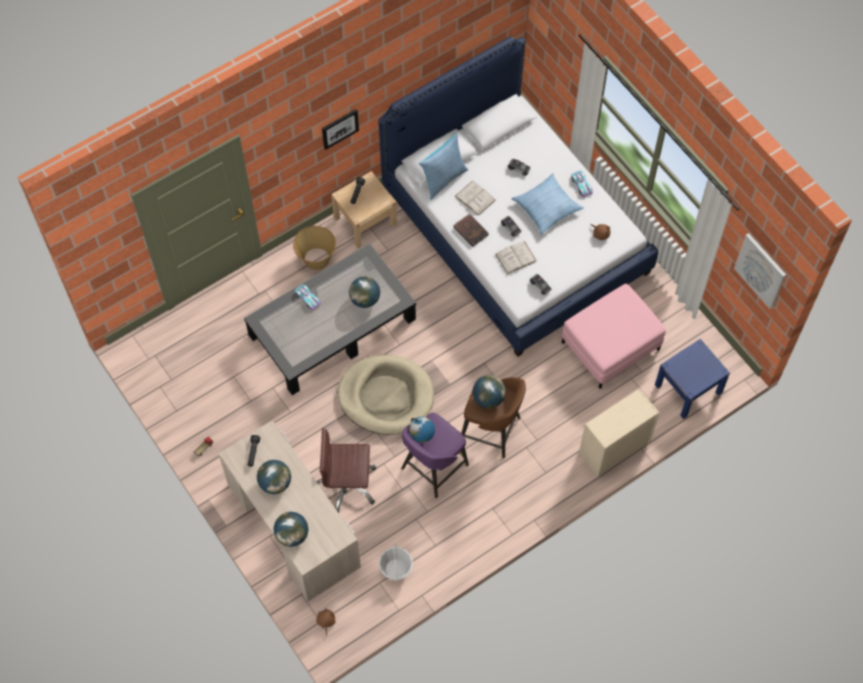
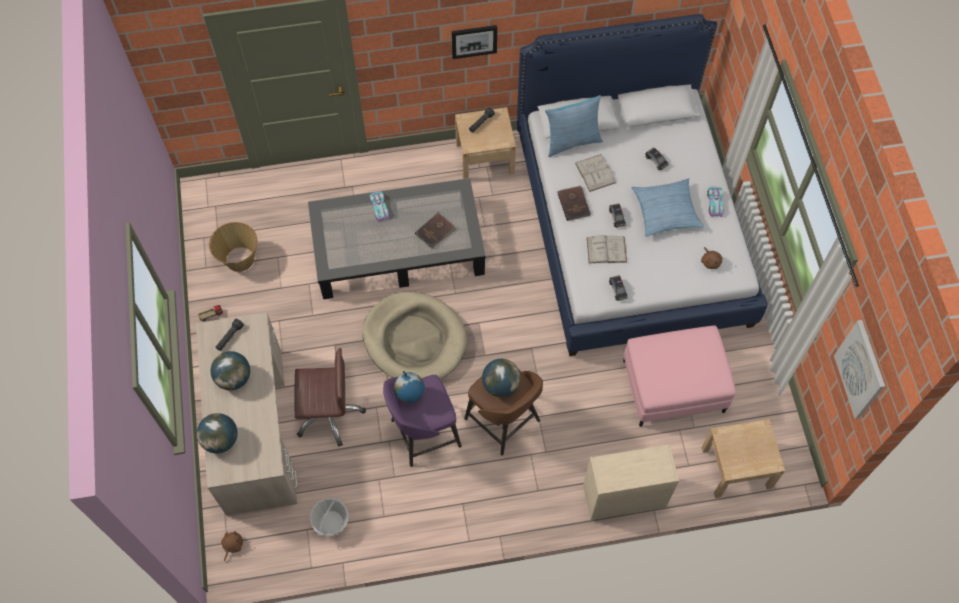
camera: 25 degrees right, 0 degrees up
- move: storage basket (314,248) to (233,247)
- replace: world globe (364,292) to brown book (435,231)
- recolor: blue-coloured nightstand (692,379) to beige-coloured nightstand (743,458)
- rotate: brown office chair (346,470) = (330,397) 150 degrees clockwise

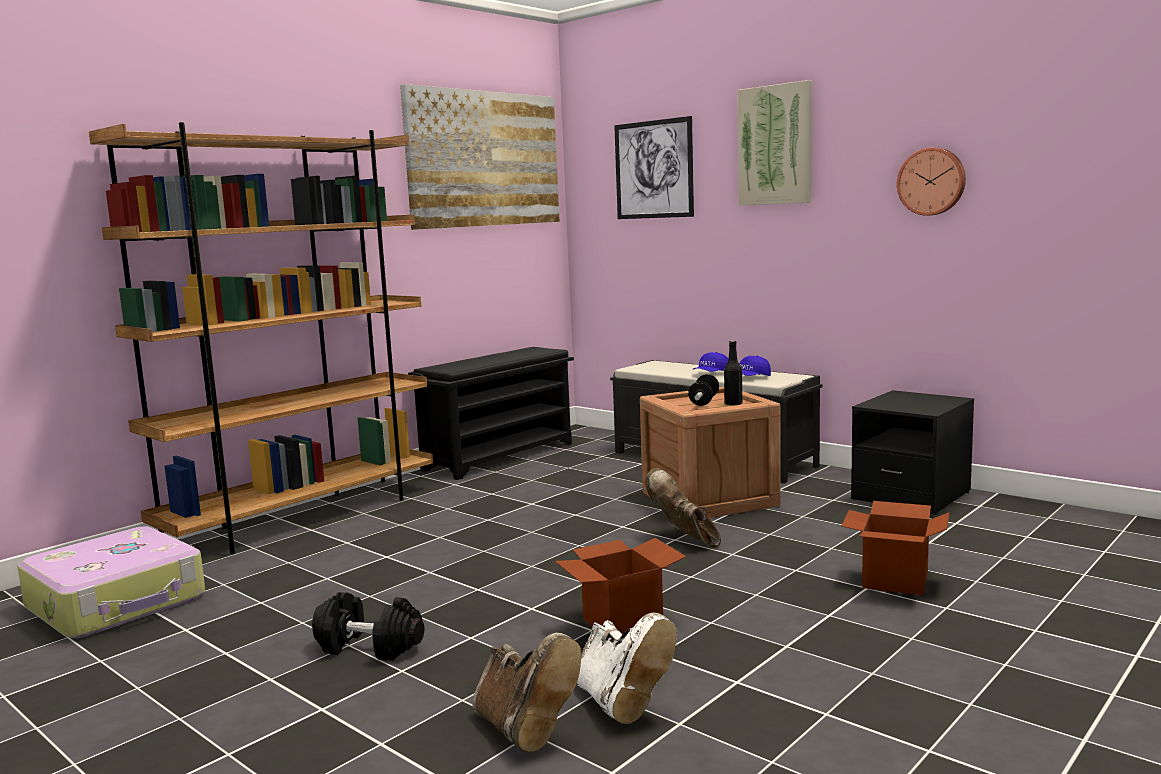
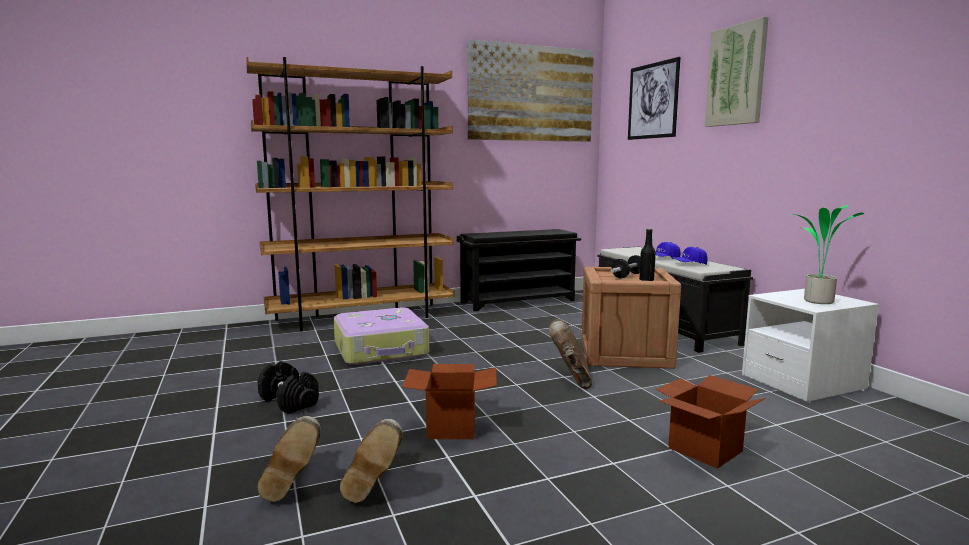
camera: 25 degrees right, 0 degrees up
- delete: hanging clock (931,182)
- insert: potted plant (826,254)
- move: travel case (111,582) to (381,336)
- recolor: white-coloured tall boot (626,668) to brown tall boot (371,460)
- recolor: blackish nightstand (912,452) to white-coloured nightstand (810,346)

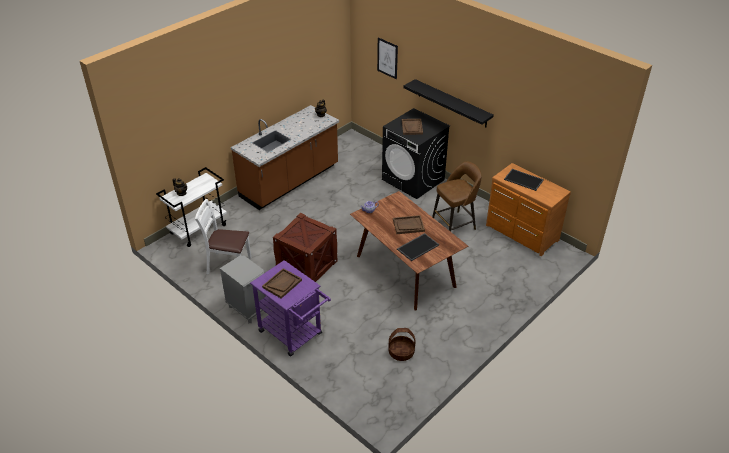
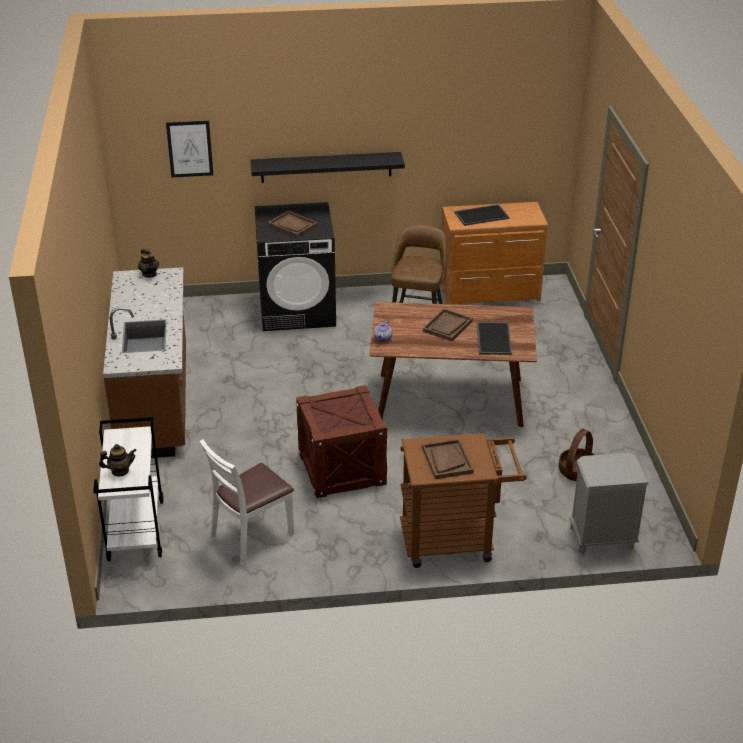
camera: 50 degrees left, 5 degrees down
- move: gray nightstand (242,289) to (609,503)
- recolor: purple trolley (290,308) to brown trolley (463,500)

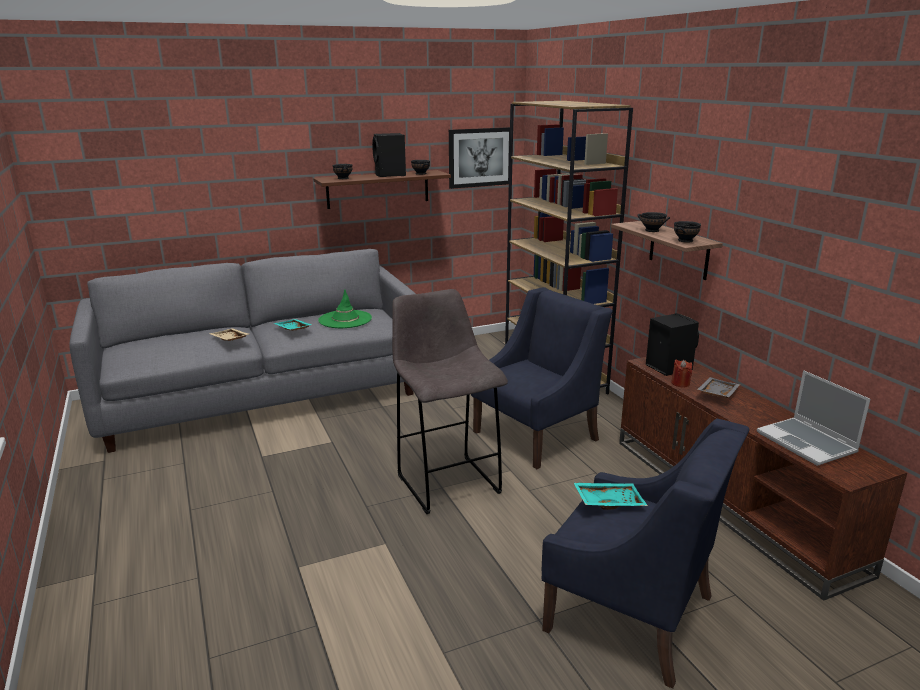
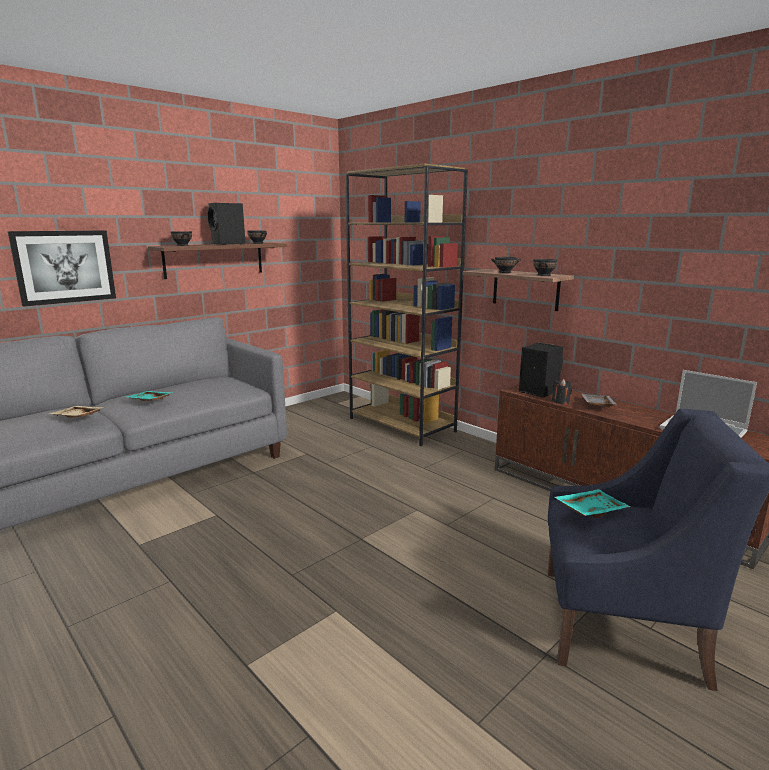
camera: 20 degrees left, 5 degrees down
- delete: greenish hat (345,308)
- delete: gray stool (450,401)
- delete: blue-coloured lounge chair (542,378)
- move: wall art (479,158) to (62,268)
- recolor: red wax light (681,373) to blackish wax light (562,391)

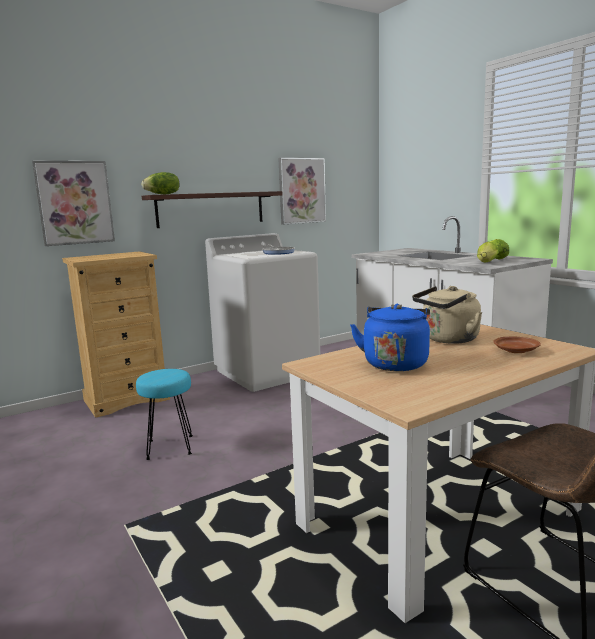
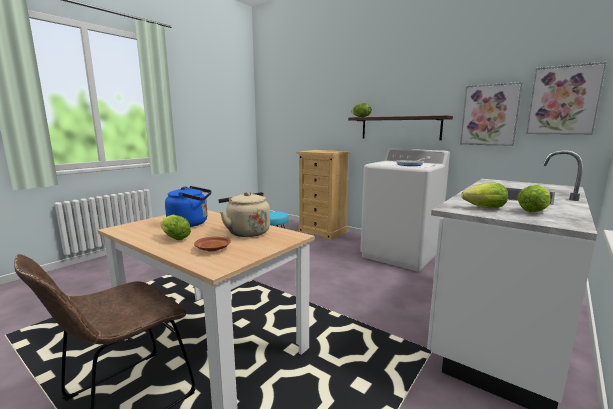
camera: 70 degrees right, 0 degrees up
- insert: lettuce (175,227)
- move: wall art (73,203) to (566,98)

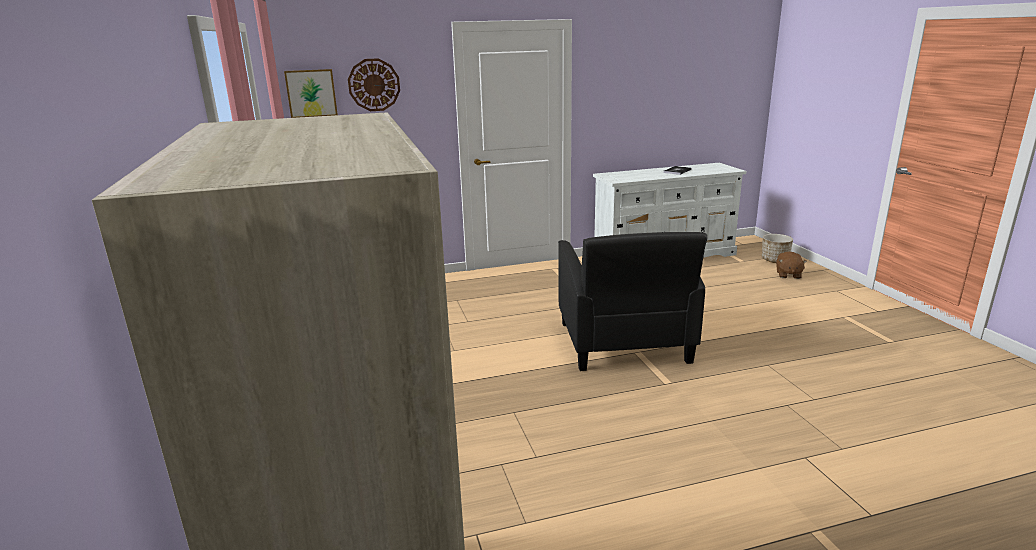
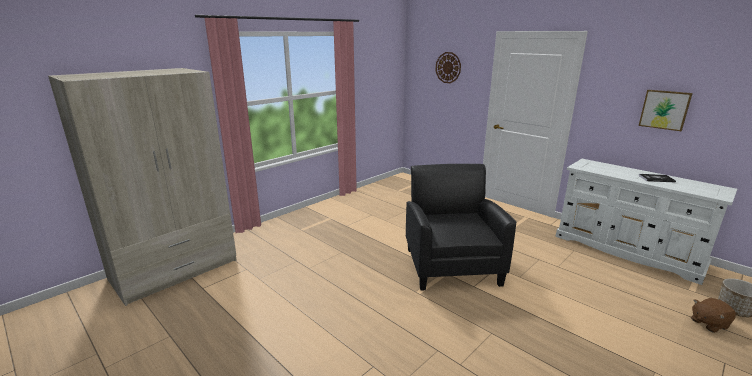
camera: 60 degrees right, 0 degrees up
- move: wall art (311,93) to (666,110)
- rotate: blackish lounge chair (632,301) = (461,227) 120 degrees clockwise

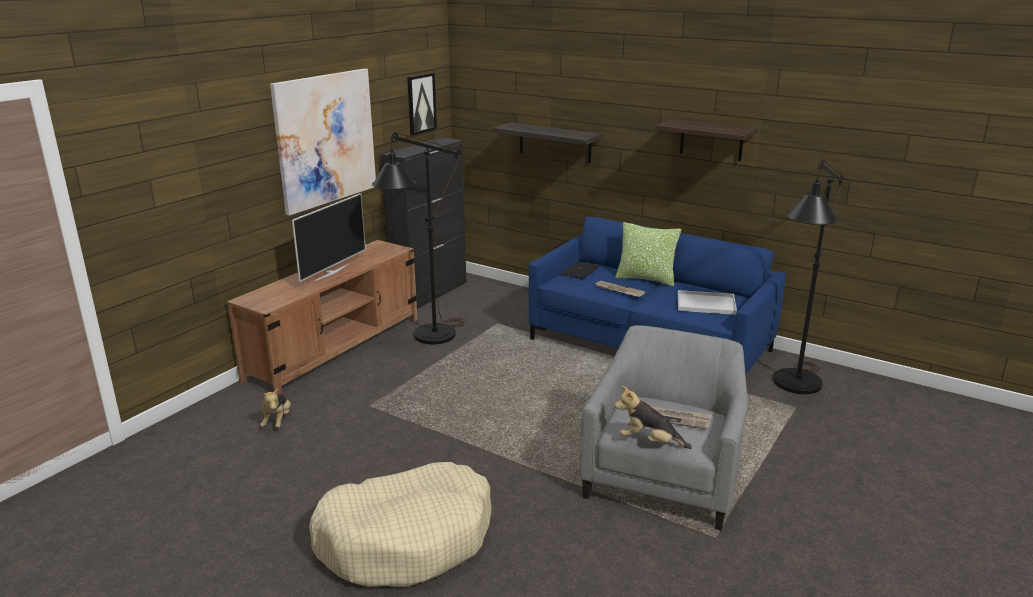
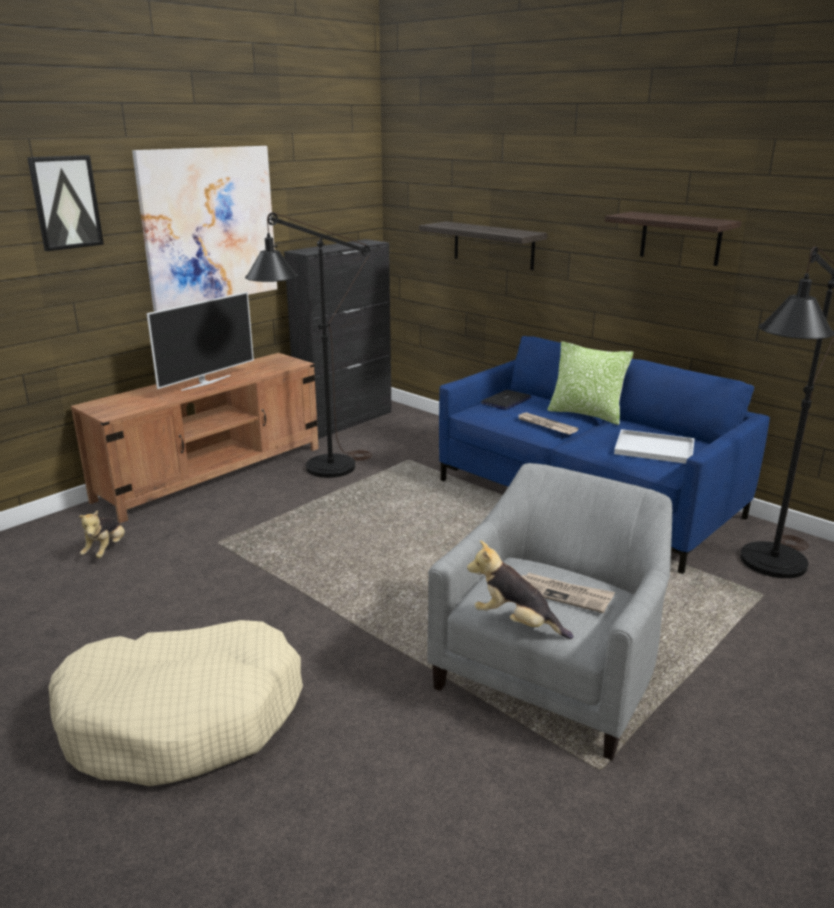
camera: 10 degrees right, 0 degrees up
- move: wall art (422,104) to (65,203)

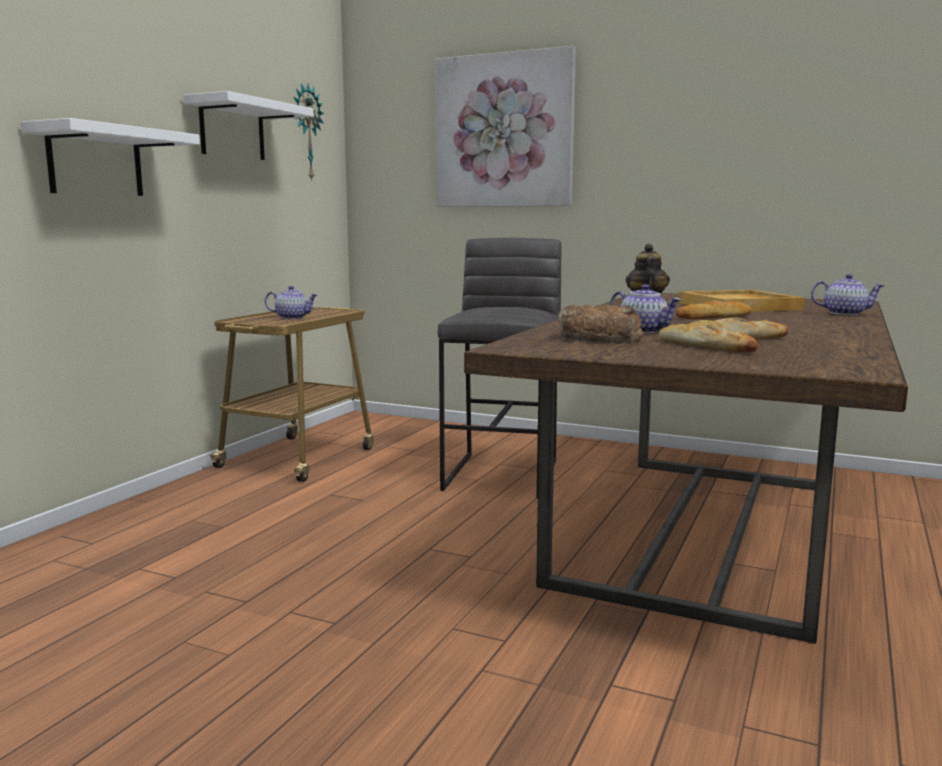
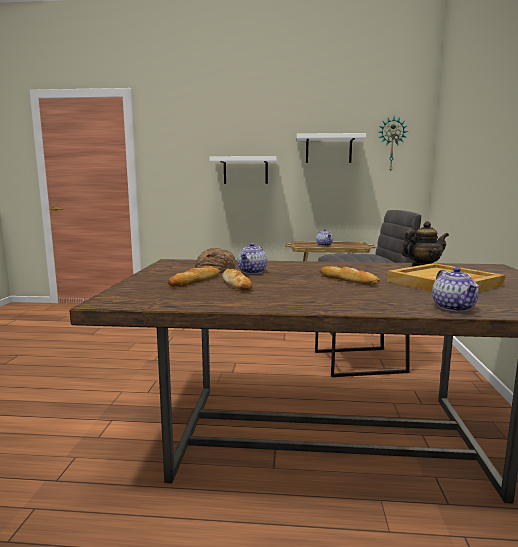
camera: 70 degrees right, 0 degrees up
- delete: wall art (505,126)

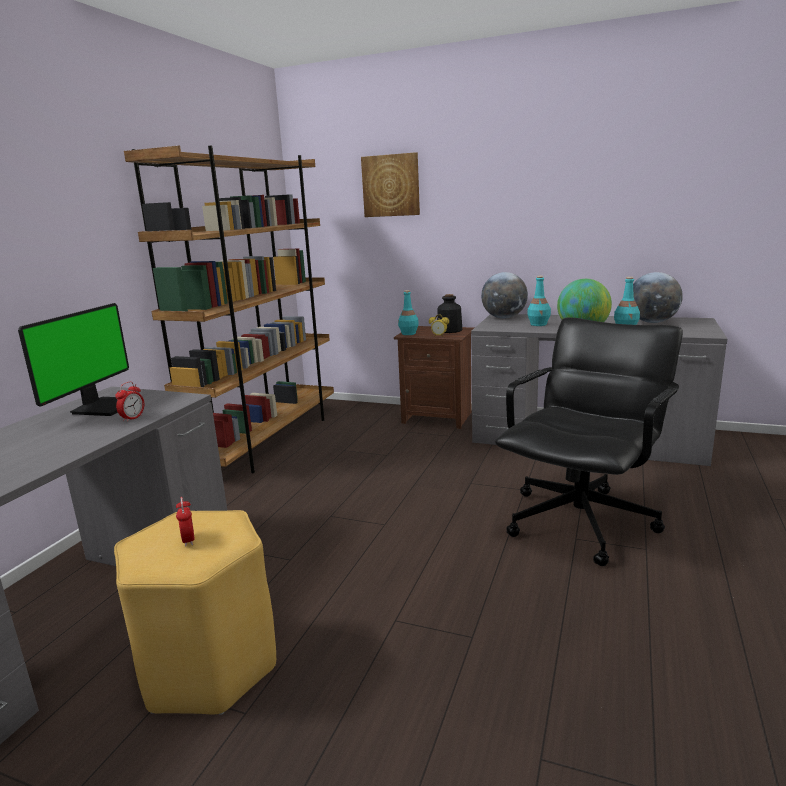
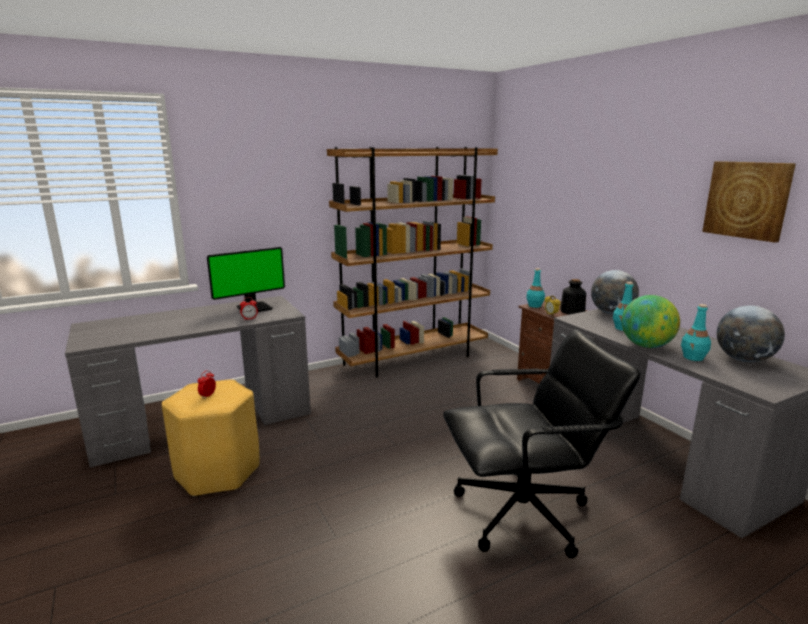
camera: 40 degrees right, 0 degrees up
- move: wall art (390,184) to (749,202)

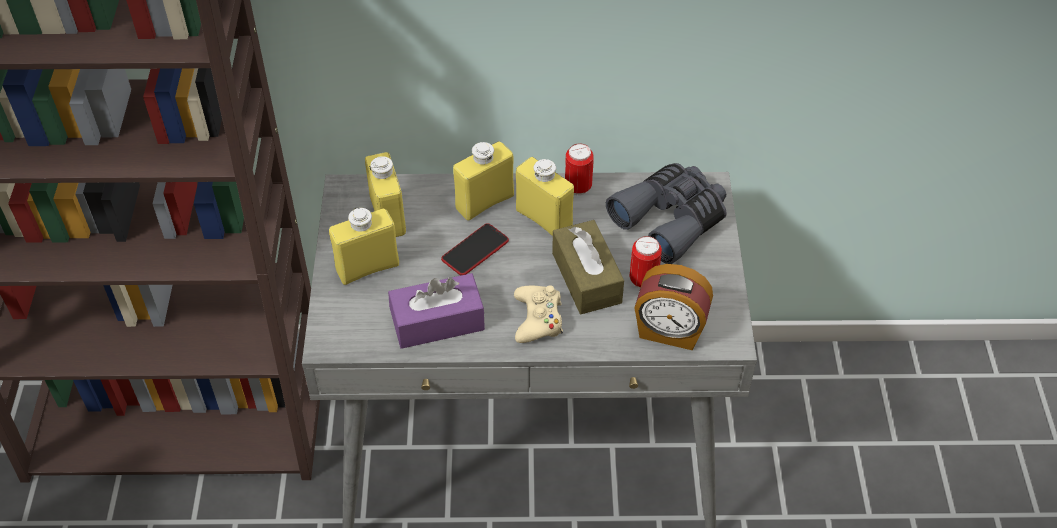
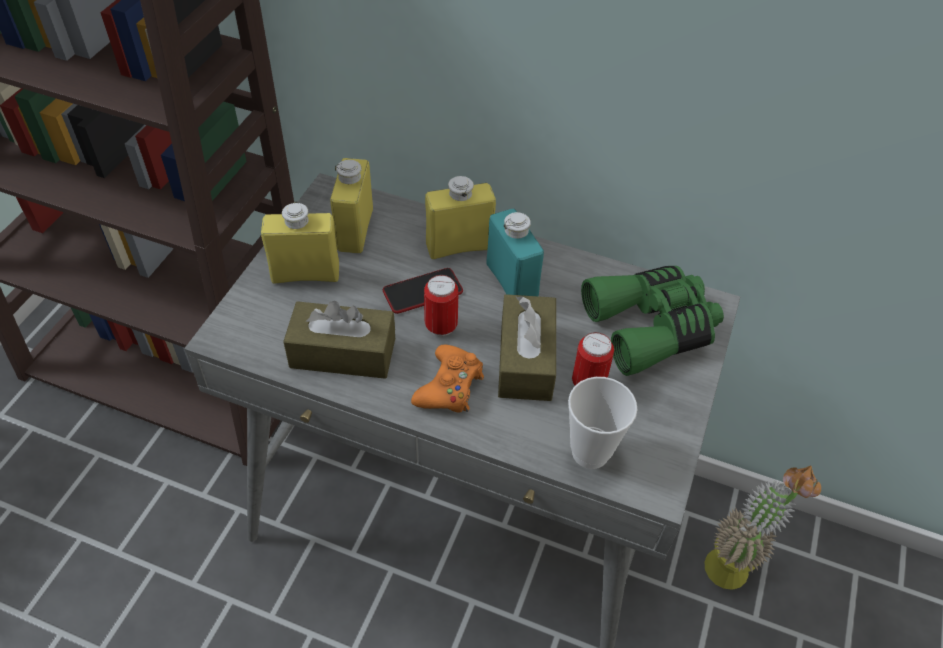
camera: 20 degrees right, 0 degrees up
- insert: potted plant (762,527)
- move: metal can (579,169) to (441,305)
- replace: bedside clock (673,307) to drinking cup (602,423)
- recolor: purple tissue box (436,311) to brown tissue box (339,340)
- recolor: beige-coloured joypad (538,314) to orange-coloured joypad (447,379)
- recolor: yellow drink bottle (545,196) to turquoise-coloured drink bottle (515,252)
- recolor: gray binoculars (666,213) to greenish binoculars (652,321)

